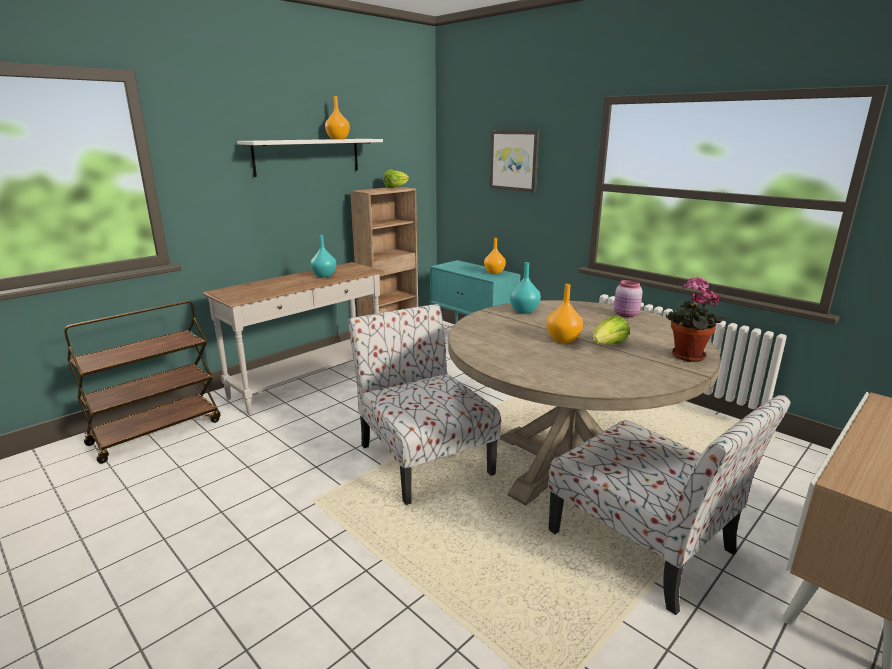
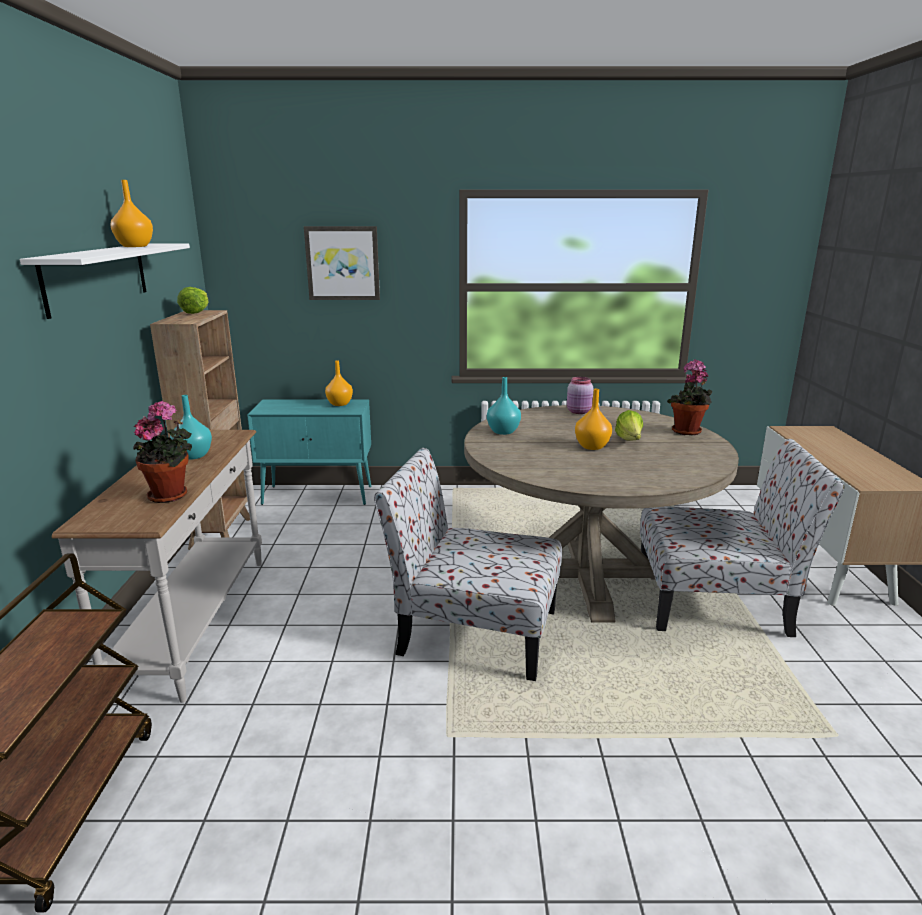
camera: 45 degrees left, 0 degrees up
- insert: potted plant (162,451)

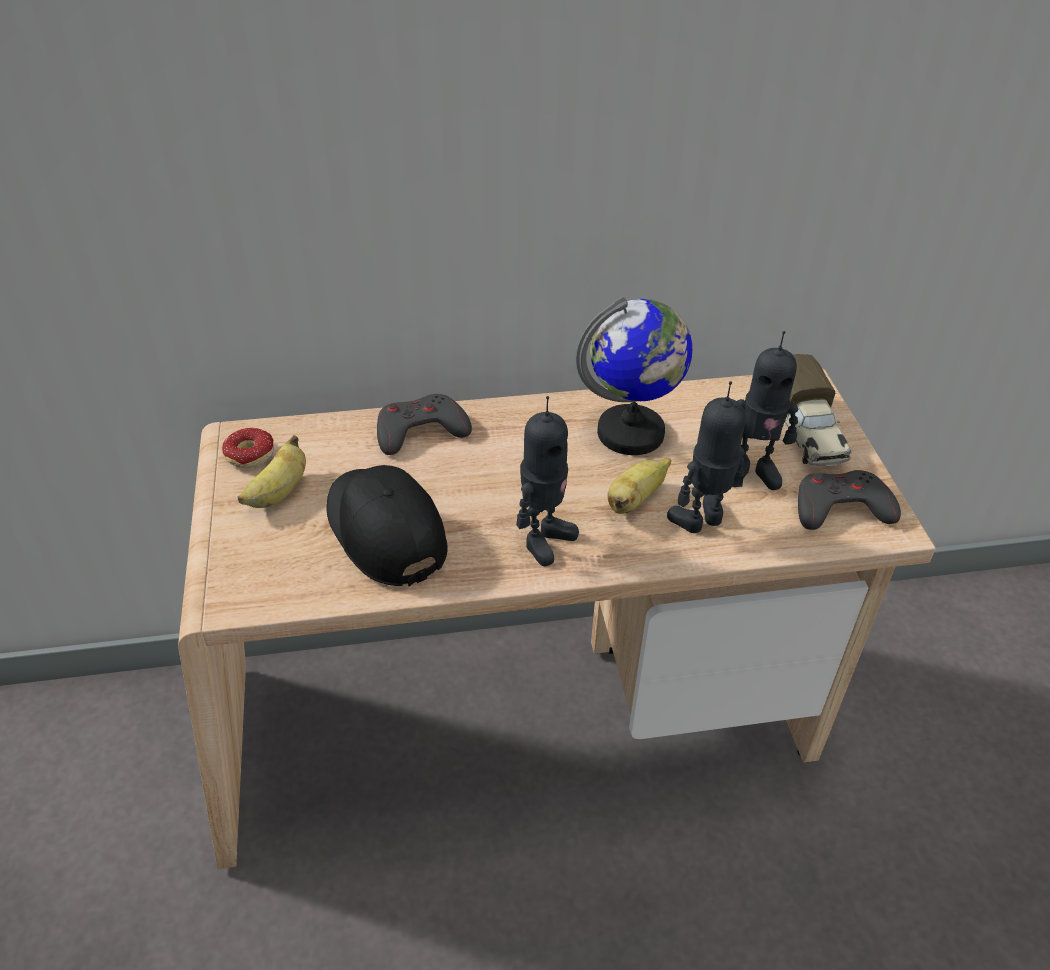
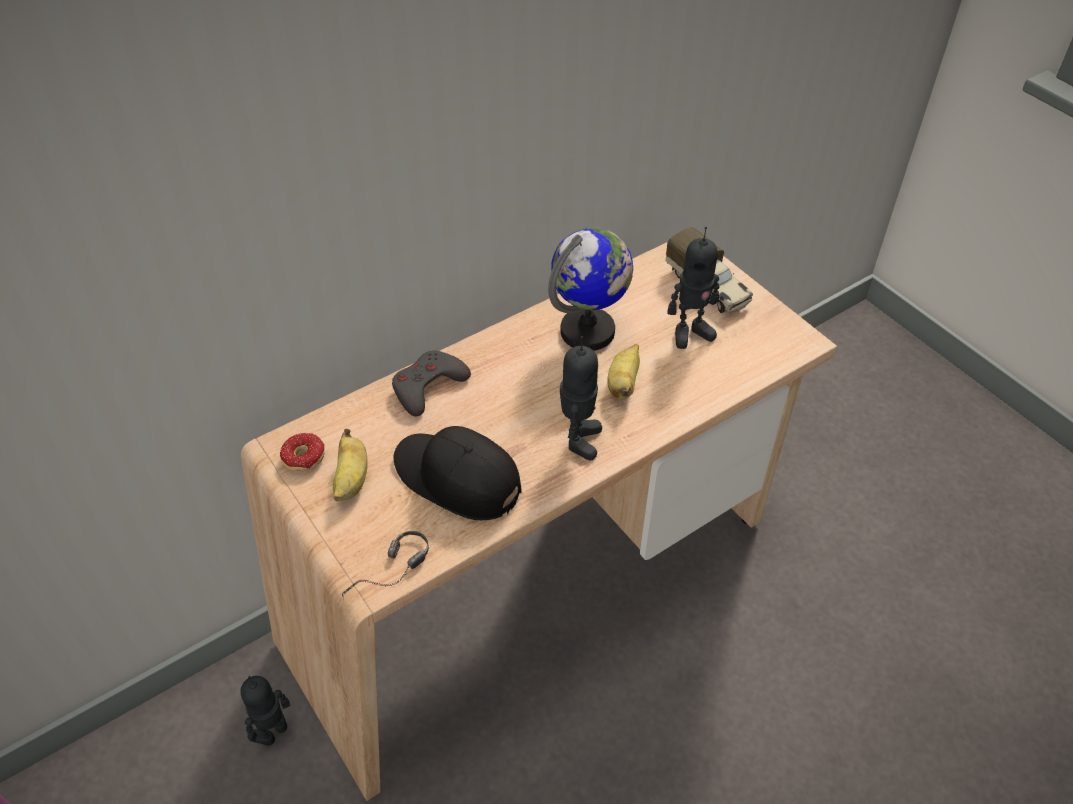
camera: 25 degrees left, 5 degrees up
- delete: gray joypad (849,500)
- insert: headset (385,565)
- move: toy robot (706,457) to (266,711)

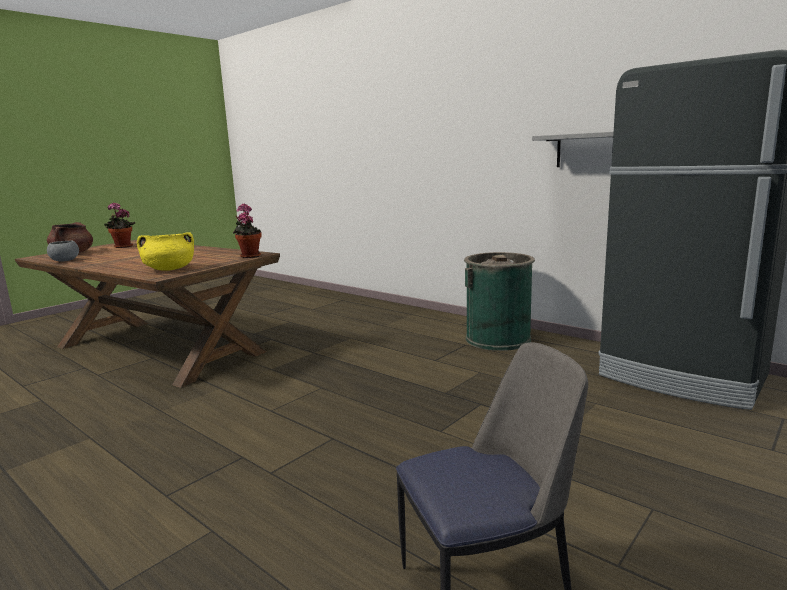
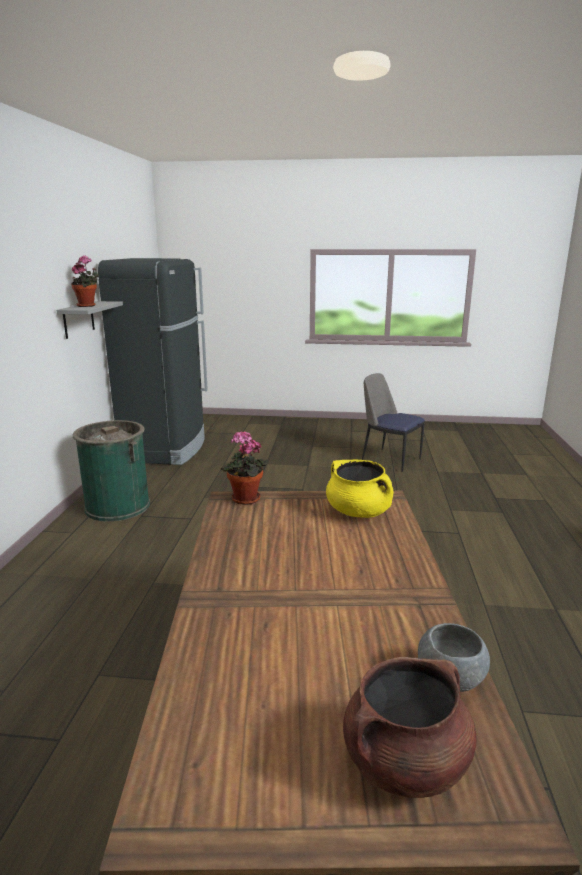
camera: 125 degrees left, 5 degrees up
- move: potted plant (119,225) to (85,281)

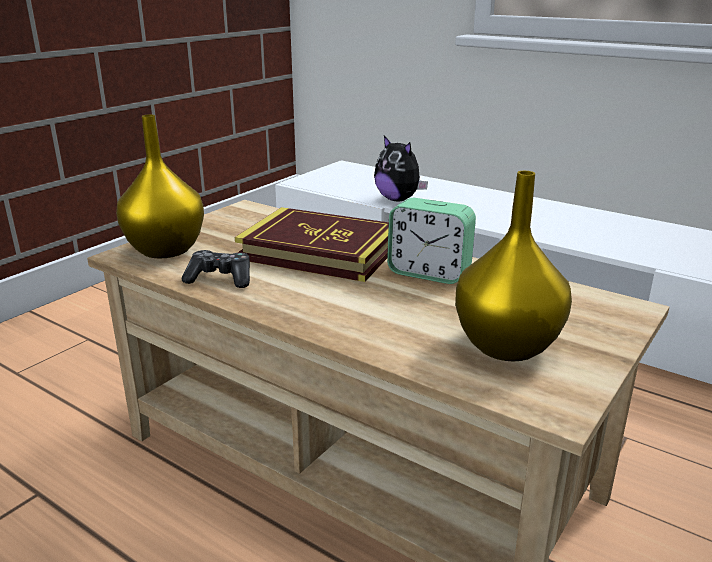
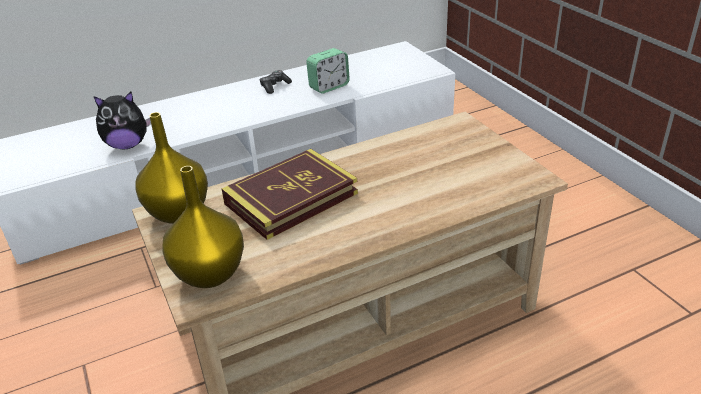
camera: 60 degrees left, 10 degrees up
- move: joypad (216,269) to (275,82)
- move: bedside clock (431,241) to (328,71)
- move: yellow vase (513,266) to (171,168)

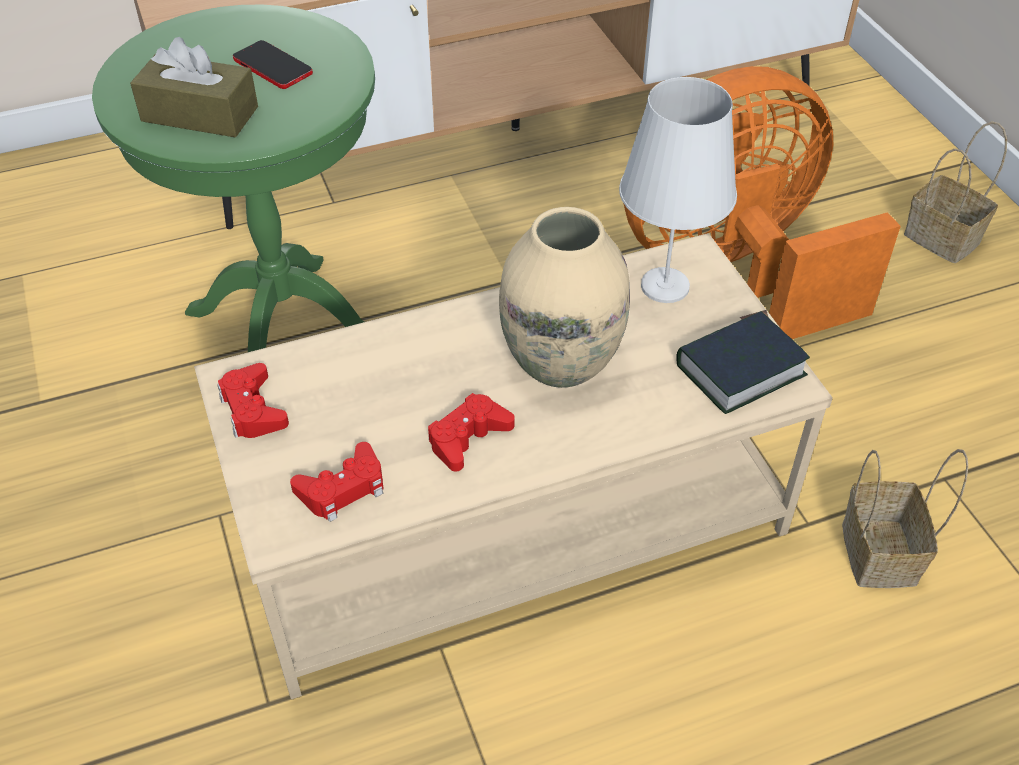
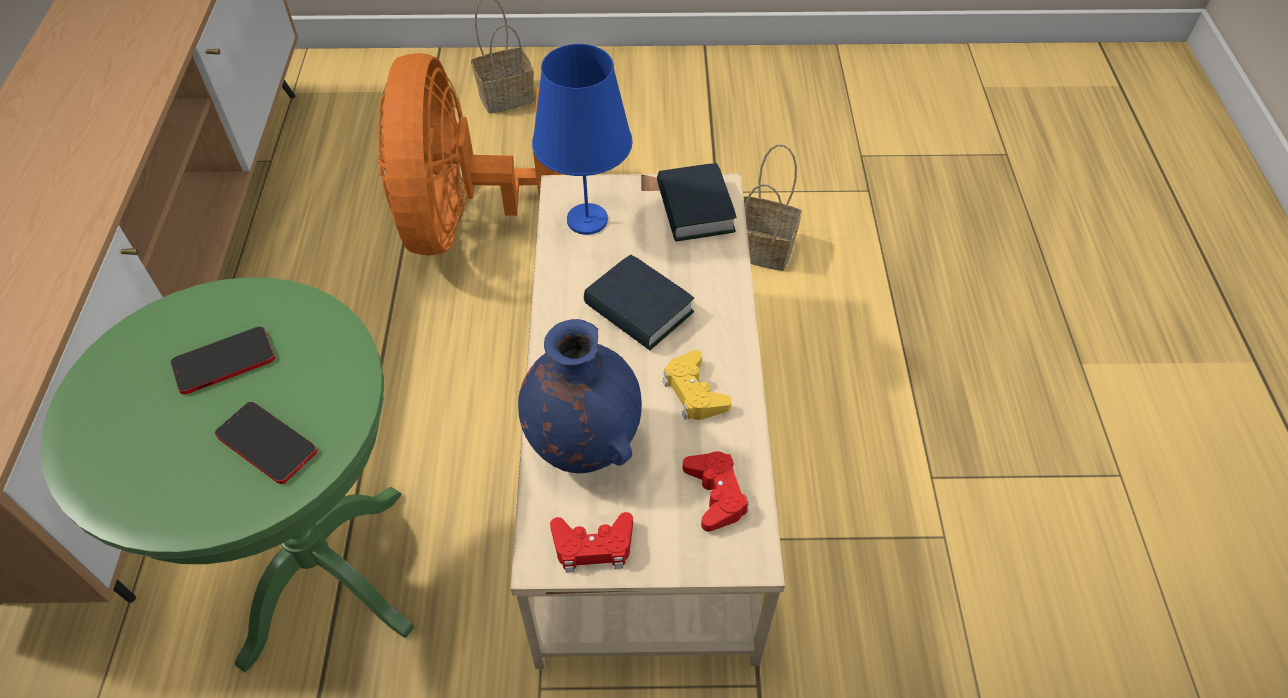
camera: 70 degrees left, 5 degrees up
- insert: blue-coloured vase (580,396)
- replace: brown tissue box (194,87) to handset (266,443)
- replace: beige-coloured vase (564,297) to book (639,302)
- recolor: red joypad (471,432) to yellow joypad (697,385)
- recolor: white-coloured lamp for a table (678,190) to blue-coloured lamp for a table (582,139)

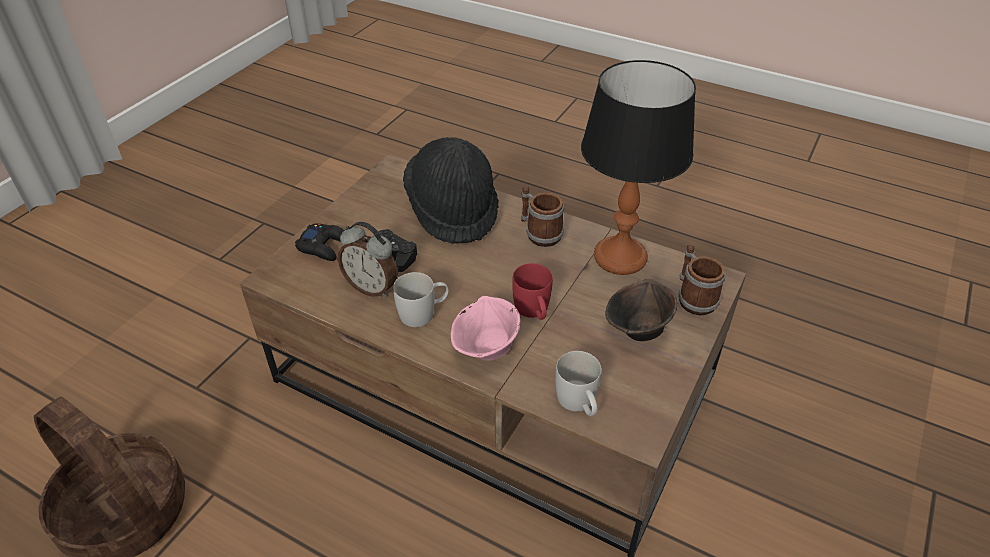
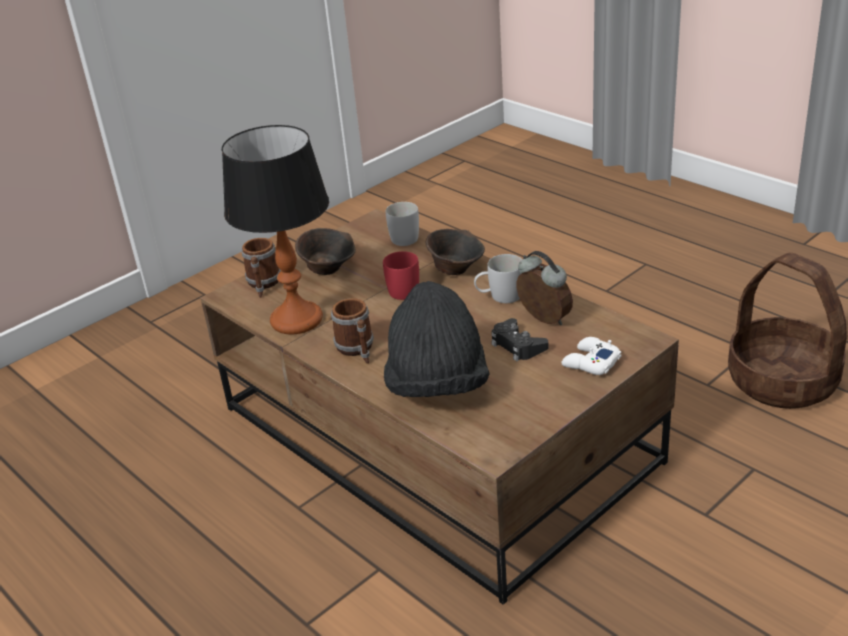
camera: 160 degrees left, 10 degrees down
- recolor: blackish joypad (320,242) to white-coloured joypad (591,356)
- recolor: pink-coloured bowl (485,328) to brown bowl (455,252)

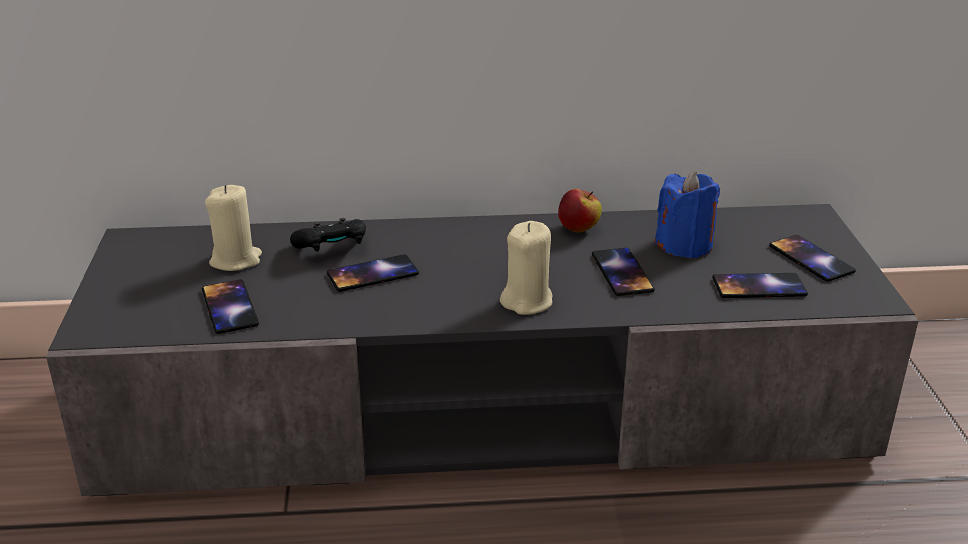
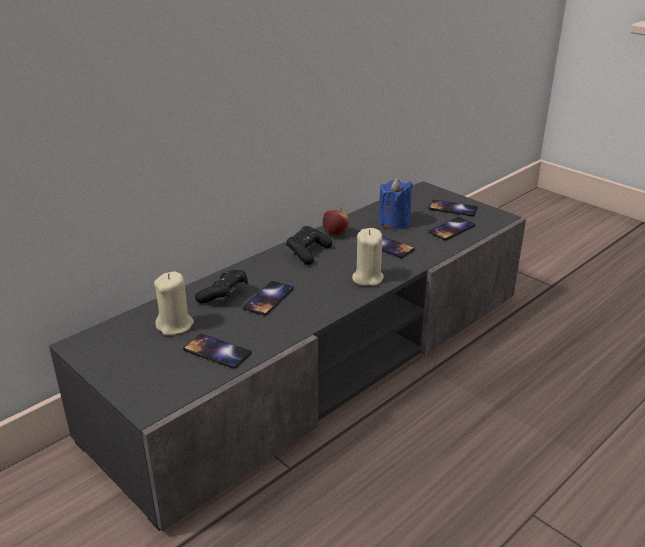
camera: 40 degrees left, 0 degrees up
- insert: blackish joypad (309,245)

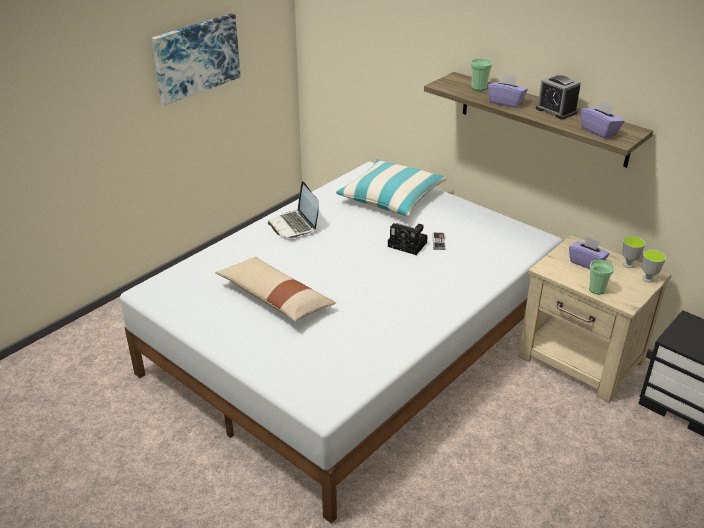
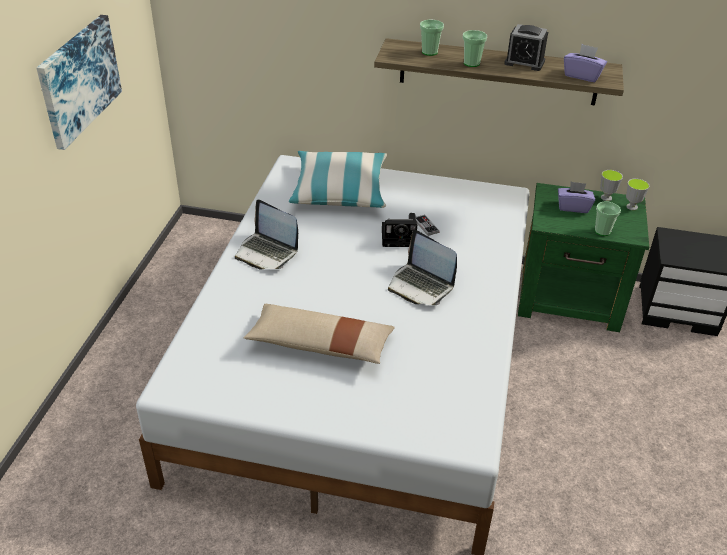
camera: 30 degrees left, 5 degrees up
- insert: portable computer (422,267)
- replace: purple tissue box (508,91) to drinking cup (475,48)
- recolor: beige-coloured nightstand (595,319) to greenish nightstand (583,257)

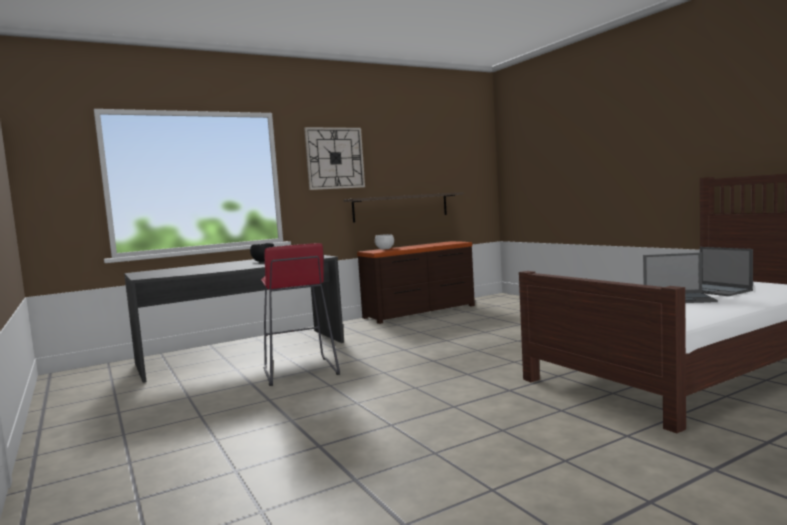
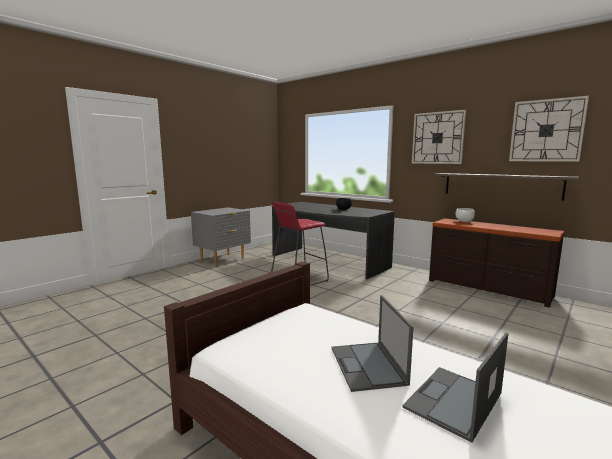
camera: 70 degrees right, 5 degrees up
- insert: gray nightstand (221,236)
- insert: hanging clock (549,129)

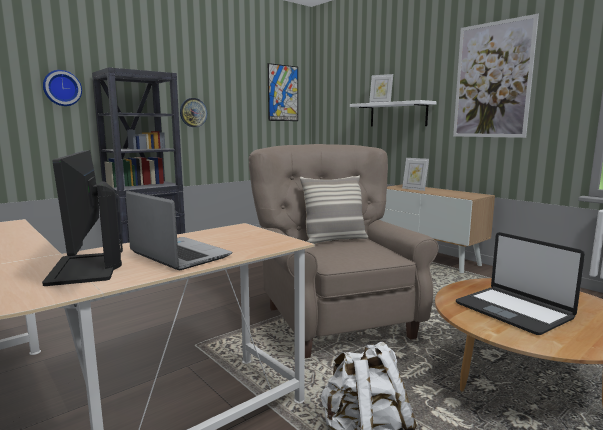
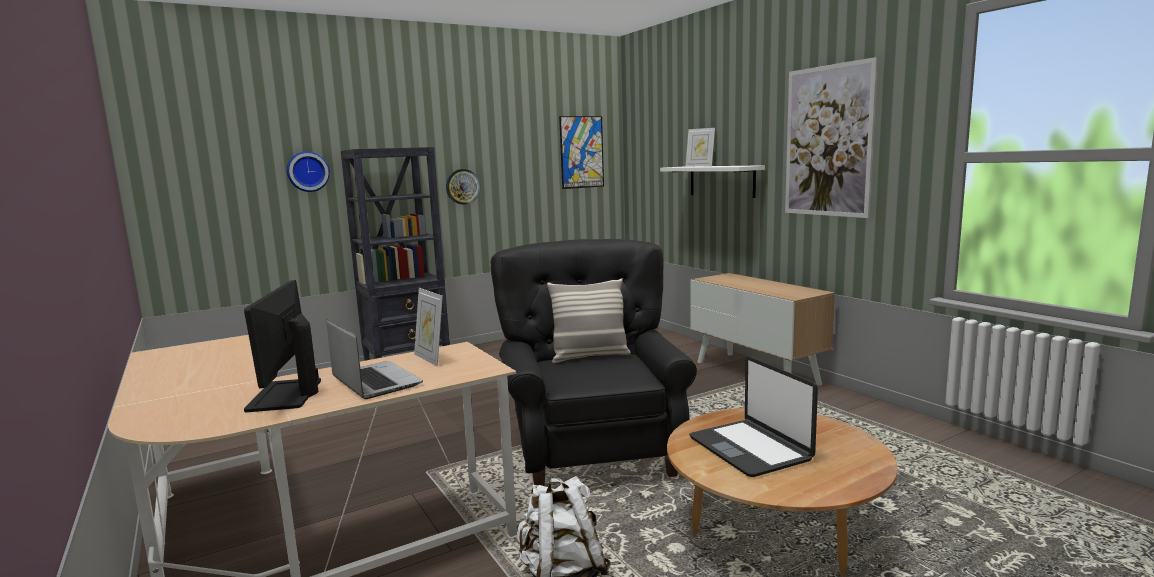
camera: 10 degrees right, 0 degrees up
- move: photo frame (415,174) to (428,327)
- recolor: beige-coloured lounge chair (344,251) to blackish lounge chair (594,362)

